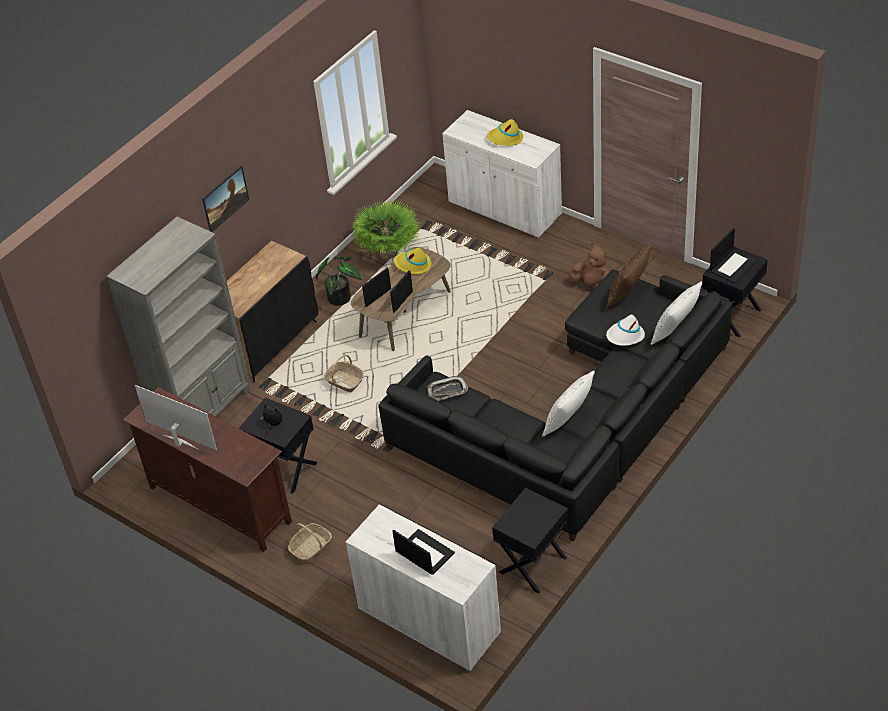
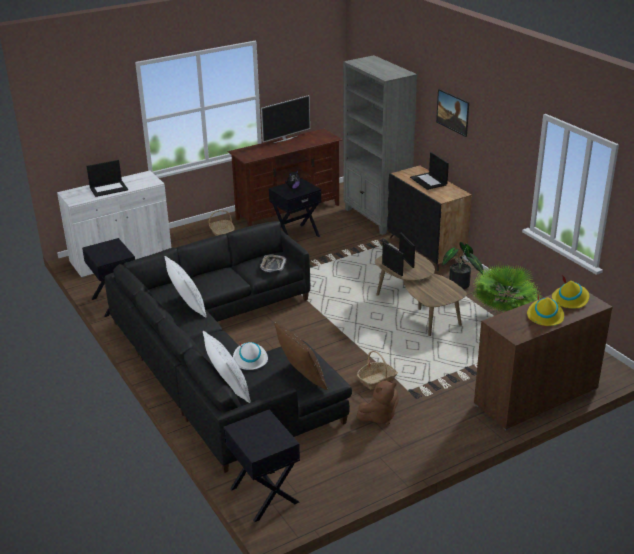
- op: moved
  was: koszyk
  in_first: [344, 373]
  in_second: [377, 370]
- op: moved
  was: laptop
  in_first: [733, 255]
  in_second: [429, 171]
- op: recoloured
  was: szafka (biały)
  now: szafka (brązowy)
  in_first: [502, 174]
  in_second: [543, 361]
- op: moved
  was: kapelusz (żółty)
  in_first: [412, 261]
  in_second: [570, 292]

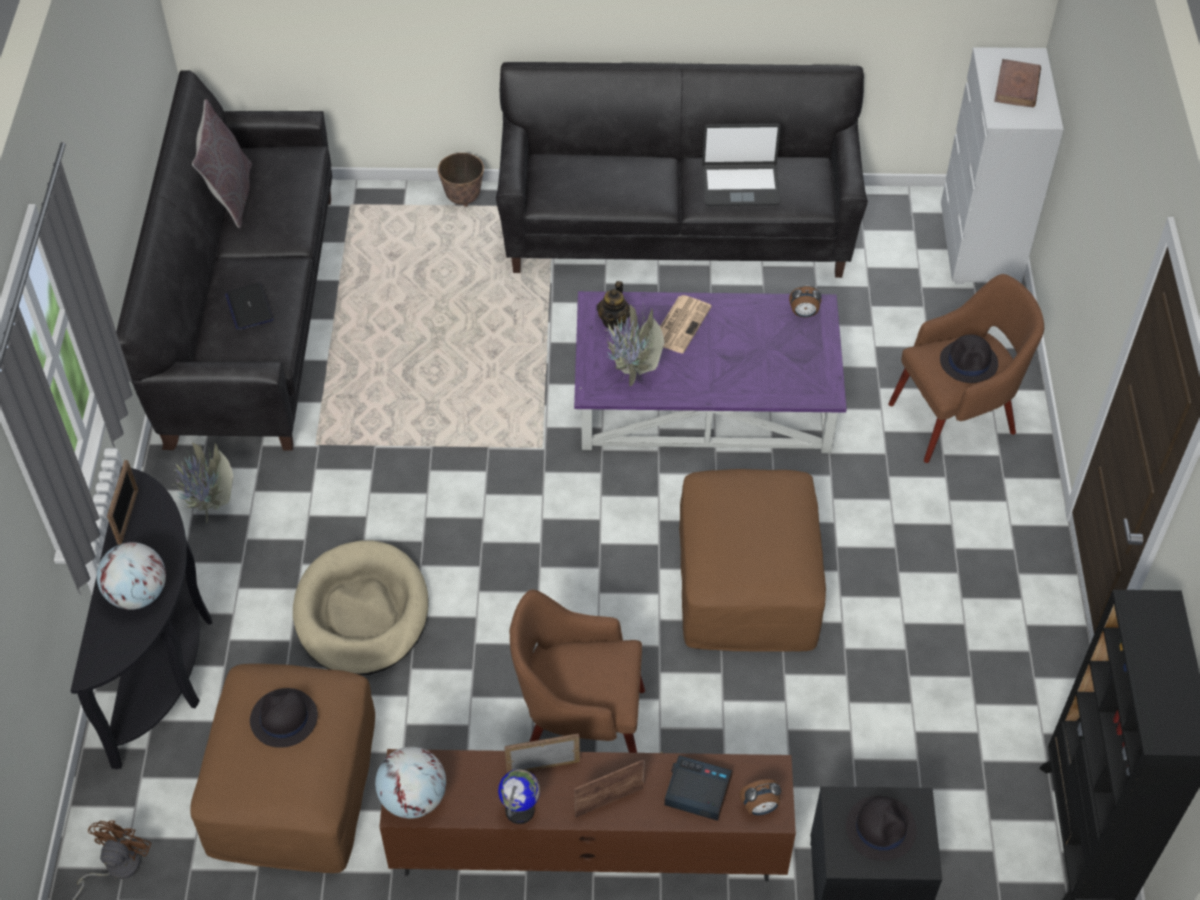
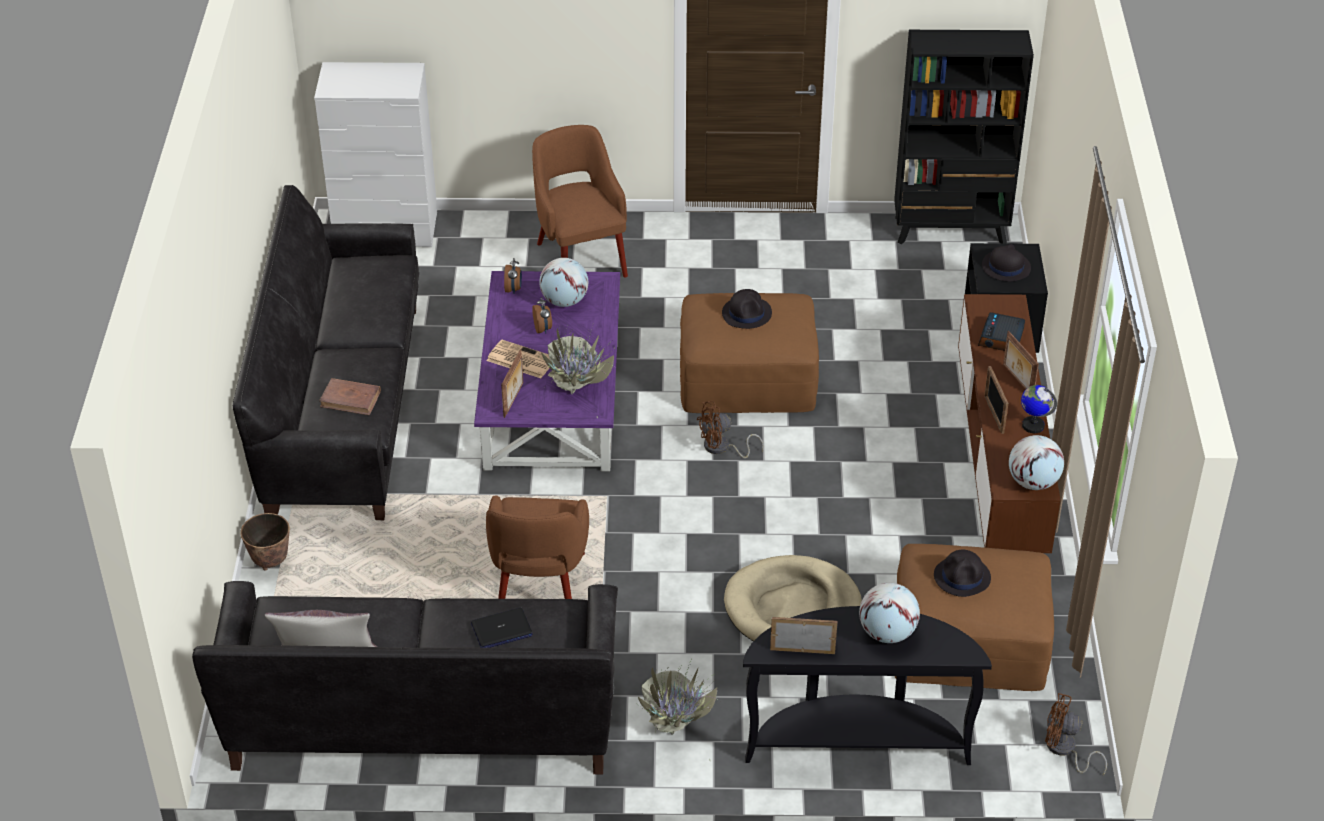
- op: moved
  was: książka (brązowy)
  in_first: [1017, 83]
  in_second: [350, 397]
- op: moved
  was: fotel (brązowy)
  in_first: [577, 671]
  in_second: [537, 547]
- op: replaced
  was: imbryk
  now: ramka na zdjęcie
  in_first: [613, 305]
  in_second: [512, 383]
- op: moved
  was: budzik
  in_first: [760, 797]
  in_second: [542, 316]
- op: added
  now: globus
  in_second: [563, 282]
- op: added
  now: wentylator (brązowy)
  in_second: [730, 429]
- op: moved
  was: kapelusz (czarny)
  in_first: [969, 358]
  in_second: [747, 309]
- op: removed
  was: laptop
  in_first: [741, 165]

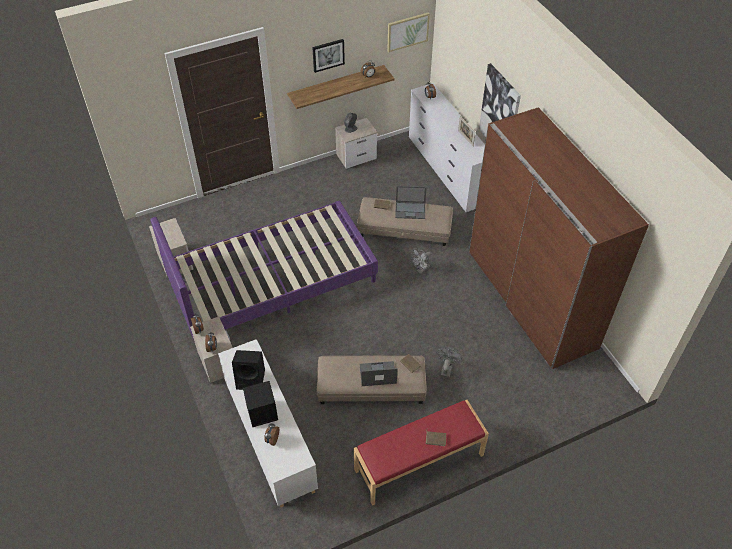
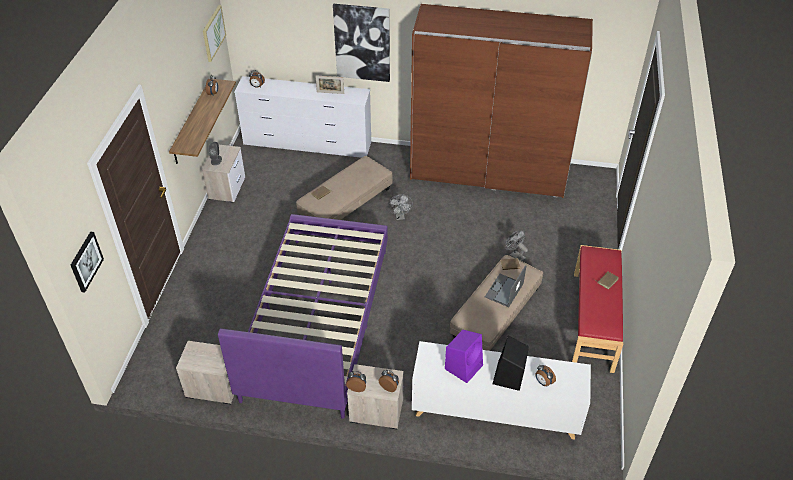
- op: moved
  was: obraz
  in_first: [328, 56]
  in_second: [87, 262]
- op: recoloured
  was: głośnik (czarny)
  now: głośnik (fioletowy)
  in_first: [248, 370]
  in_second: [464, 356]
- op: removed
  was: laptop
  in_first: [411, 202]

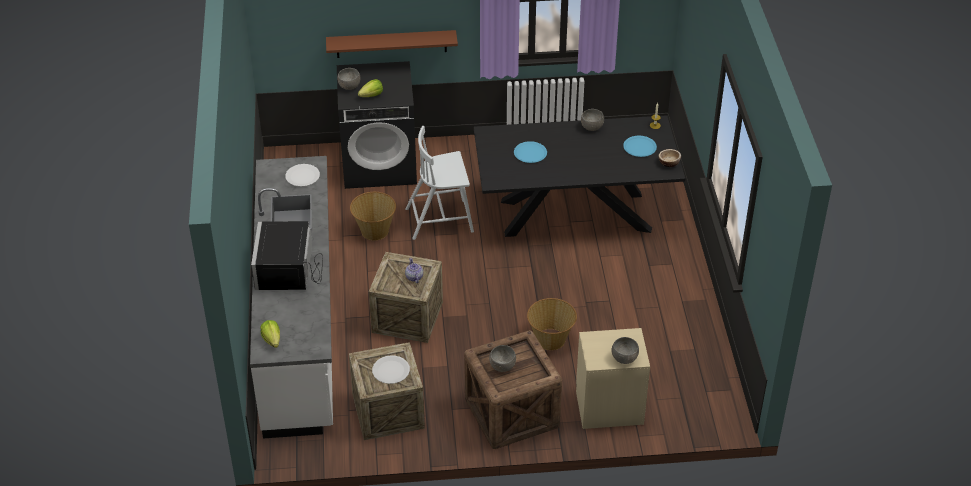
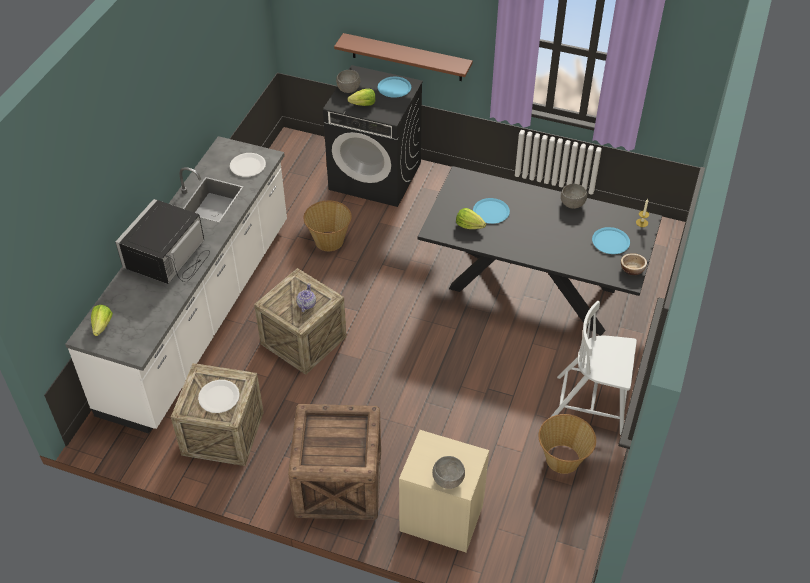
- op: added
  now: talerz (niebieski)
  in_second: [394, 87]
- op: added
  now: sałata
  in_second: [471, 218]
- op: moved
  was: koszyk
  in_first: [552, 324]
  in_second: [567, 444]
- op: moved
  was: krzesło (biały)
  in_first: [439, 183]
  in_second: [594, 368]
- op: removed
  was: miska (szary)
  in_first: [502, 358]

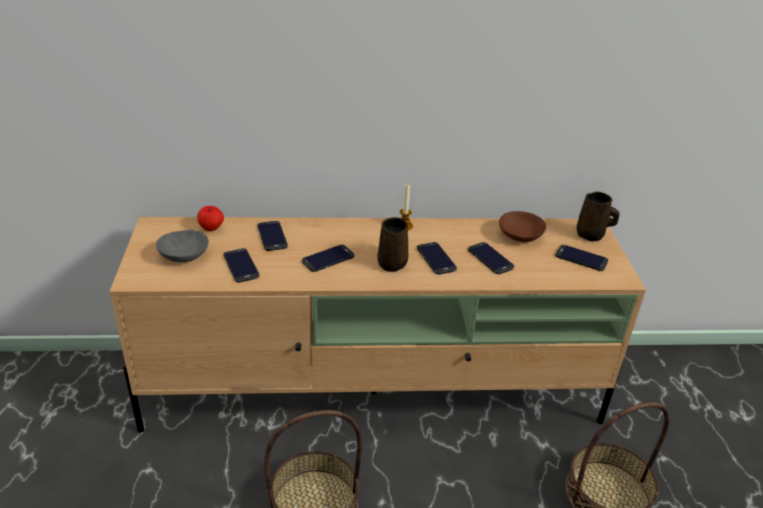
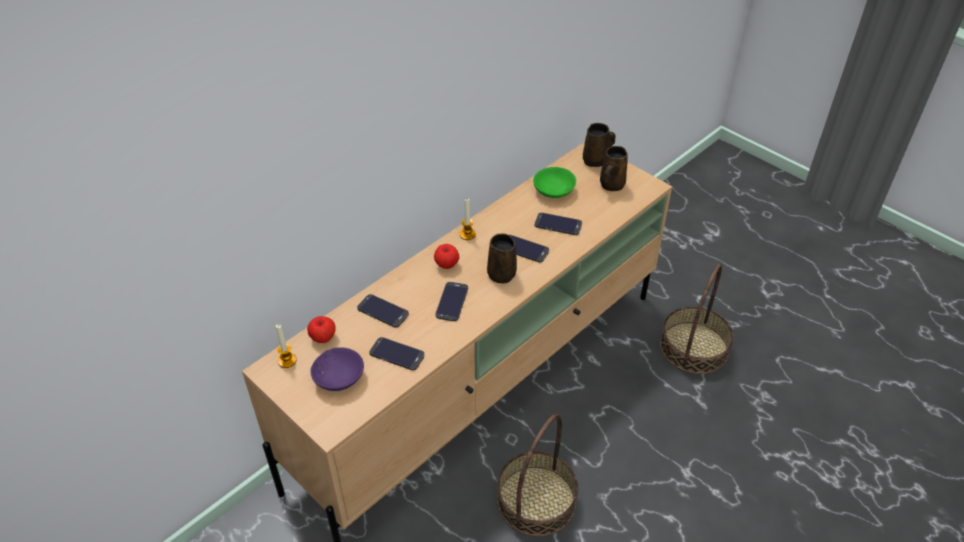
- op: added
  now: świeca
  in_second: [286, 346]
- op: recoloured
  was: miska (szary)
  now: miska (fioletowy)
  in_first: [182, 246]
  in_second: [337, 369]
- op: added
  now: jabłko
  in_second: [446, 256]
- op: recoloured
  was: miska (brązowy)
  now: miska (zielony)
  in_first: [523, 226]
  in_second: [554, 182]
- op: replaced
  was: telefon
  now: kubek (brązowy)
  in_first: [581, 258]
  in_second: [614, 168]

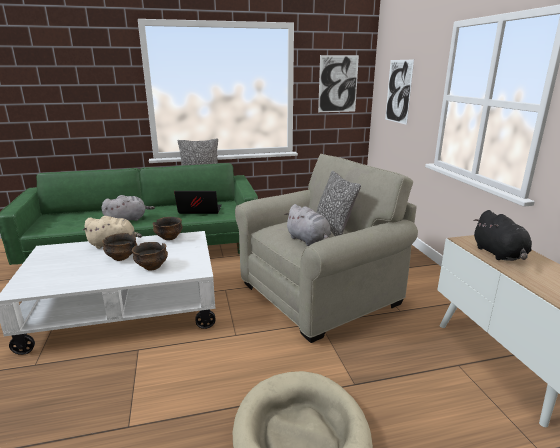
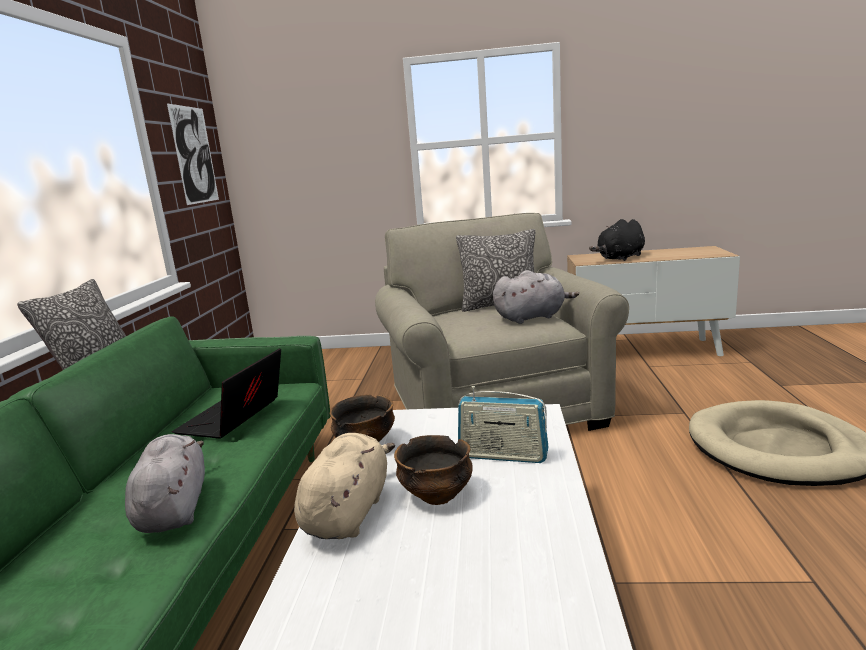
- op: replaced
  was: miska
  now: radio
  in_first: [150, 256]
  in_second: [503, 424]
- op: turned
  was: pluszak (czarny)
  in_first: [502, 235]
  in_second: [617, 240]
  clockwise: 135
- op: removed
  was: obraz
  in_first: [399, 92]

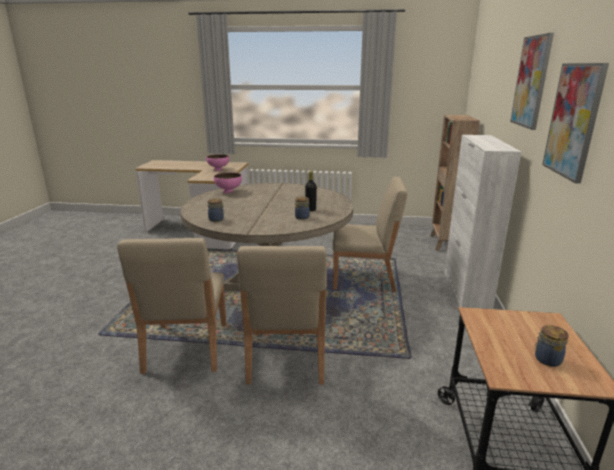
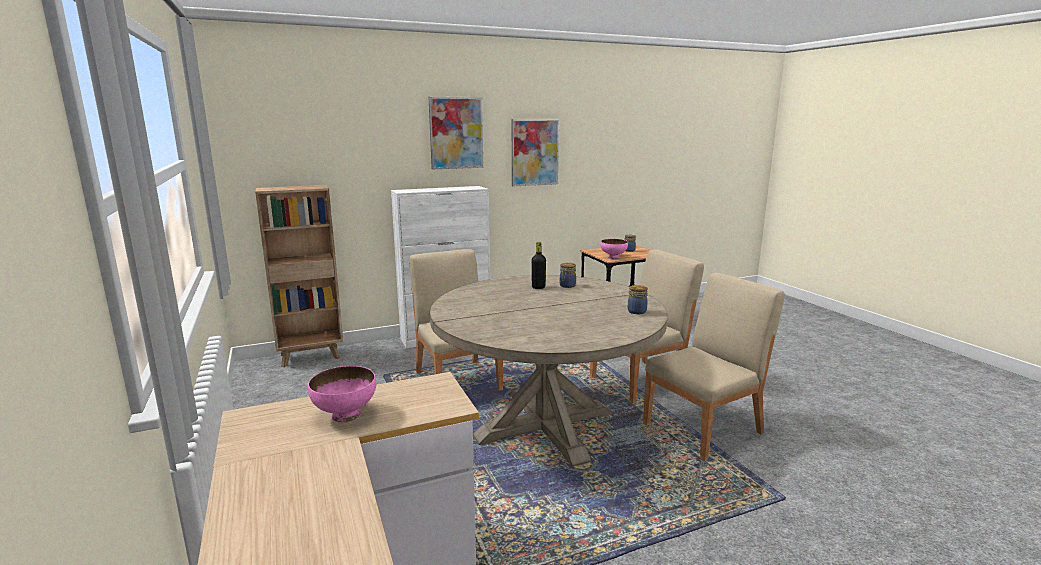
- op: moved
  was: miska (różowy)
  in_first: [228, 183]
  in_second: [614, 249]

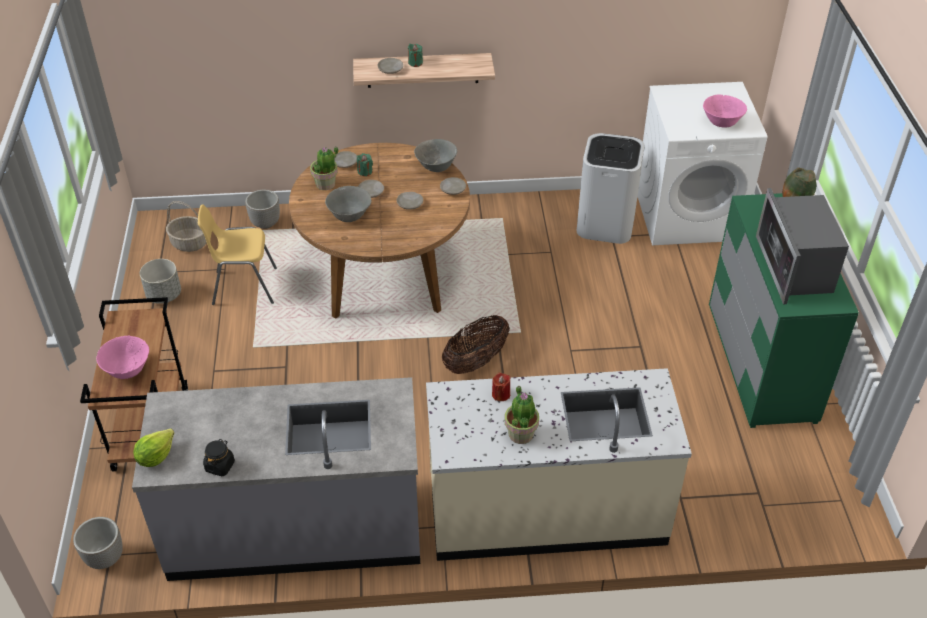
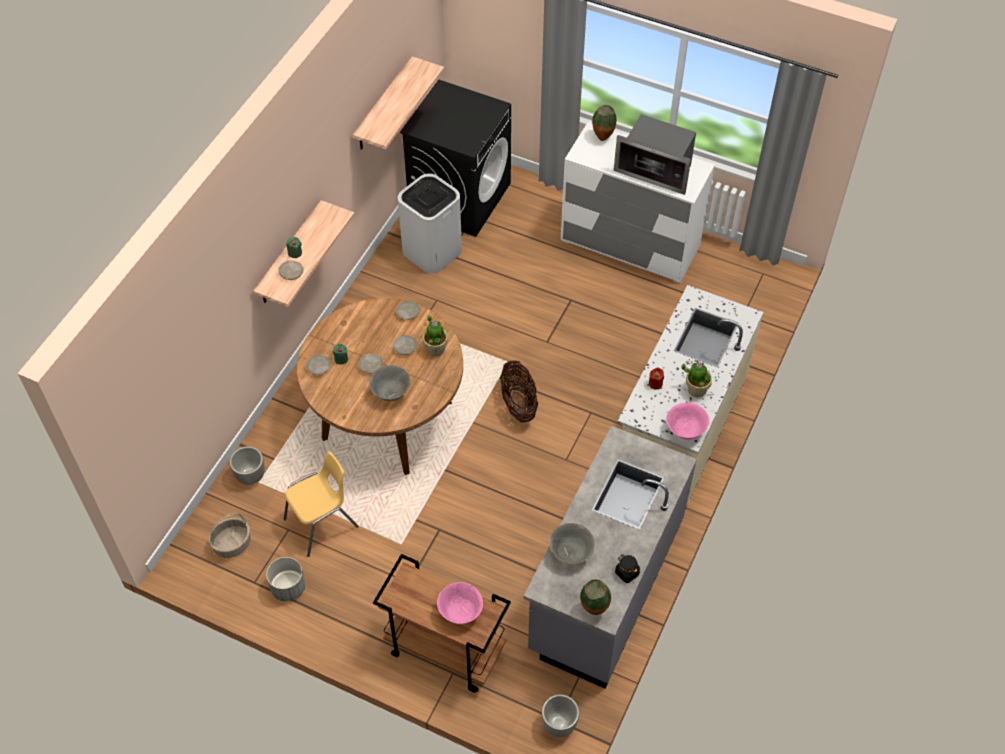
- op: turned
  was: krzesło (żółty)
  in_first: [237, 254]
  in_second: [321, 504]
  clockwise: -150
- op: added
  now: półka
  in_second: [398, 103]
- op: recoloured
  was: pralka (biały)
  now: pralka (czarny)
  in_first: [703, 163]
  in_second: [455, 158]
- op: moved
  was: roślina doniczkowa
  in_first: [324, 168]
  in_second: [435, 335]
- op: moved
  was: miska (szary)
  in_first: [435, 155]
  in_second: [572, 543]
- op: recoloured
  was: komoda (zielony)
  now: komoda (biały)
  in_first: [784, 310]
  in_second: [638, 202]
- op: replaced
  was: sałata
  now: wazon
  in_first: [153, 447]
  in_second: [595, 597]
- op: moved
  was: miska (różowy)
  in_first: [725, 111]
  in_second: [687, 421]

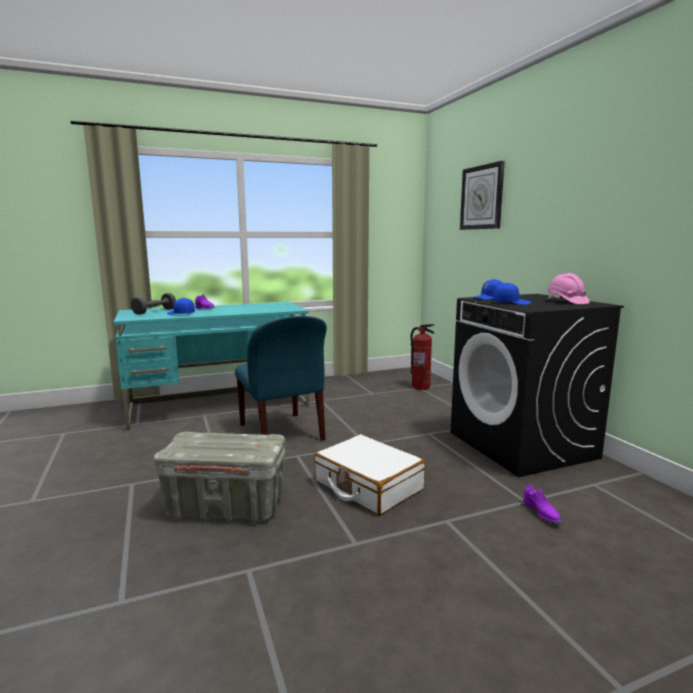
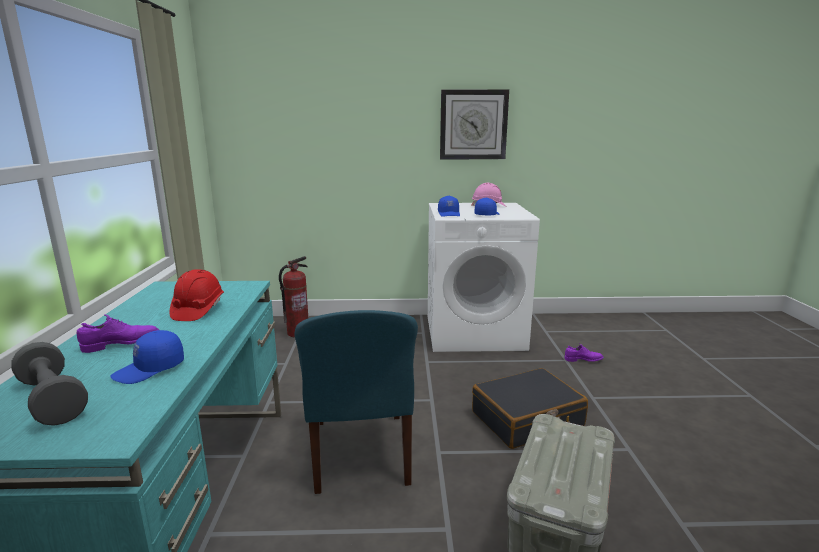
- op: added
  now: kask (czerwony)
  in_second: [197, 295]
- op: turned
  was: krzesło (niebieski)
  in_first: [281, 378]
  in_second: [356, 402]
  clockwise: 90
- op: recoloured
  was: pralka (czarny)
  now: pralka (biały)
  in_first: [537, 385]
  in_second: [484, 277]
- op: moved
  was: zegar ścienny
  in_first: [482, 195]
  in_second: [474, 124]
- op: recoloured
  was: walizka (biały)
  now: walizka (czarny)
  in_first: [369, 474]
  in_second: [530, 408]

